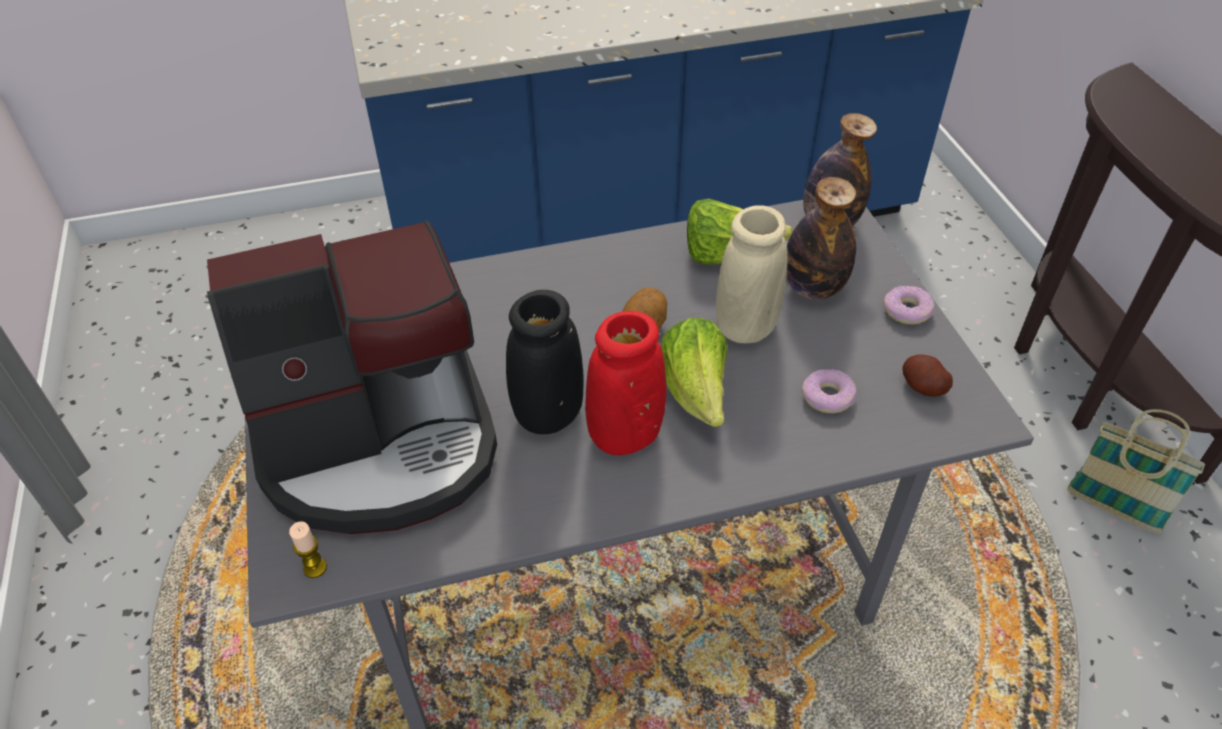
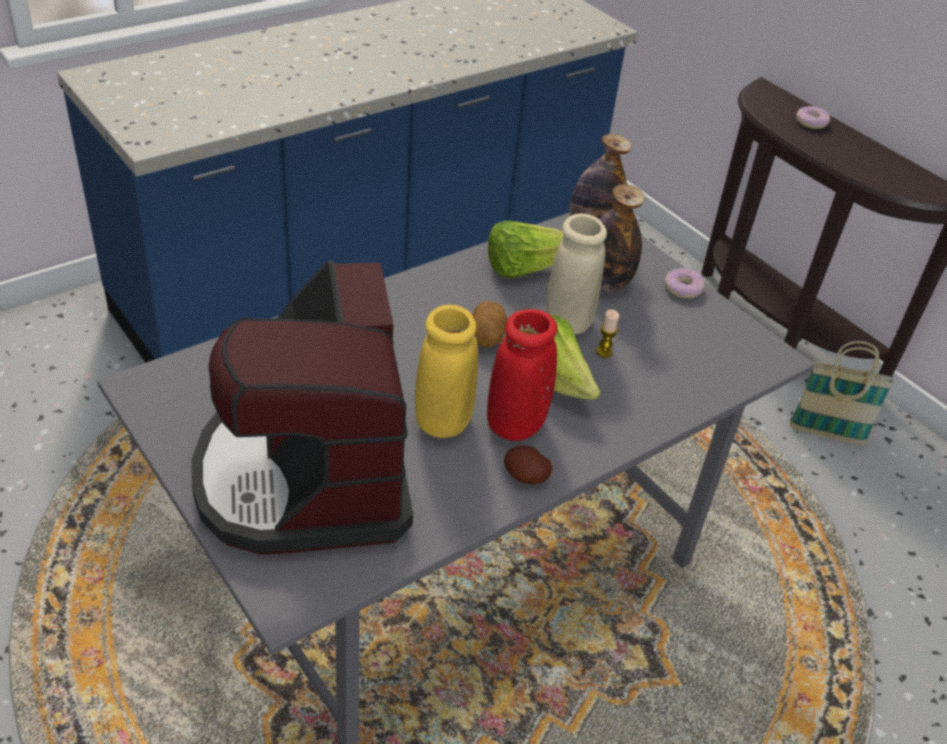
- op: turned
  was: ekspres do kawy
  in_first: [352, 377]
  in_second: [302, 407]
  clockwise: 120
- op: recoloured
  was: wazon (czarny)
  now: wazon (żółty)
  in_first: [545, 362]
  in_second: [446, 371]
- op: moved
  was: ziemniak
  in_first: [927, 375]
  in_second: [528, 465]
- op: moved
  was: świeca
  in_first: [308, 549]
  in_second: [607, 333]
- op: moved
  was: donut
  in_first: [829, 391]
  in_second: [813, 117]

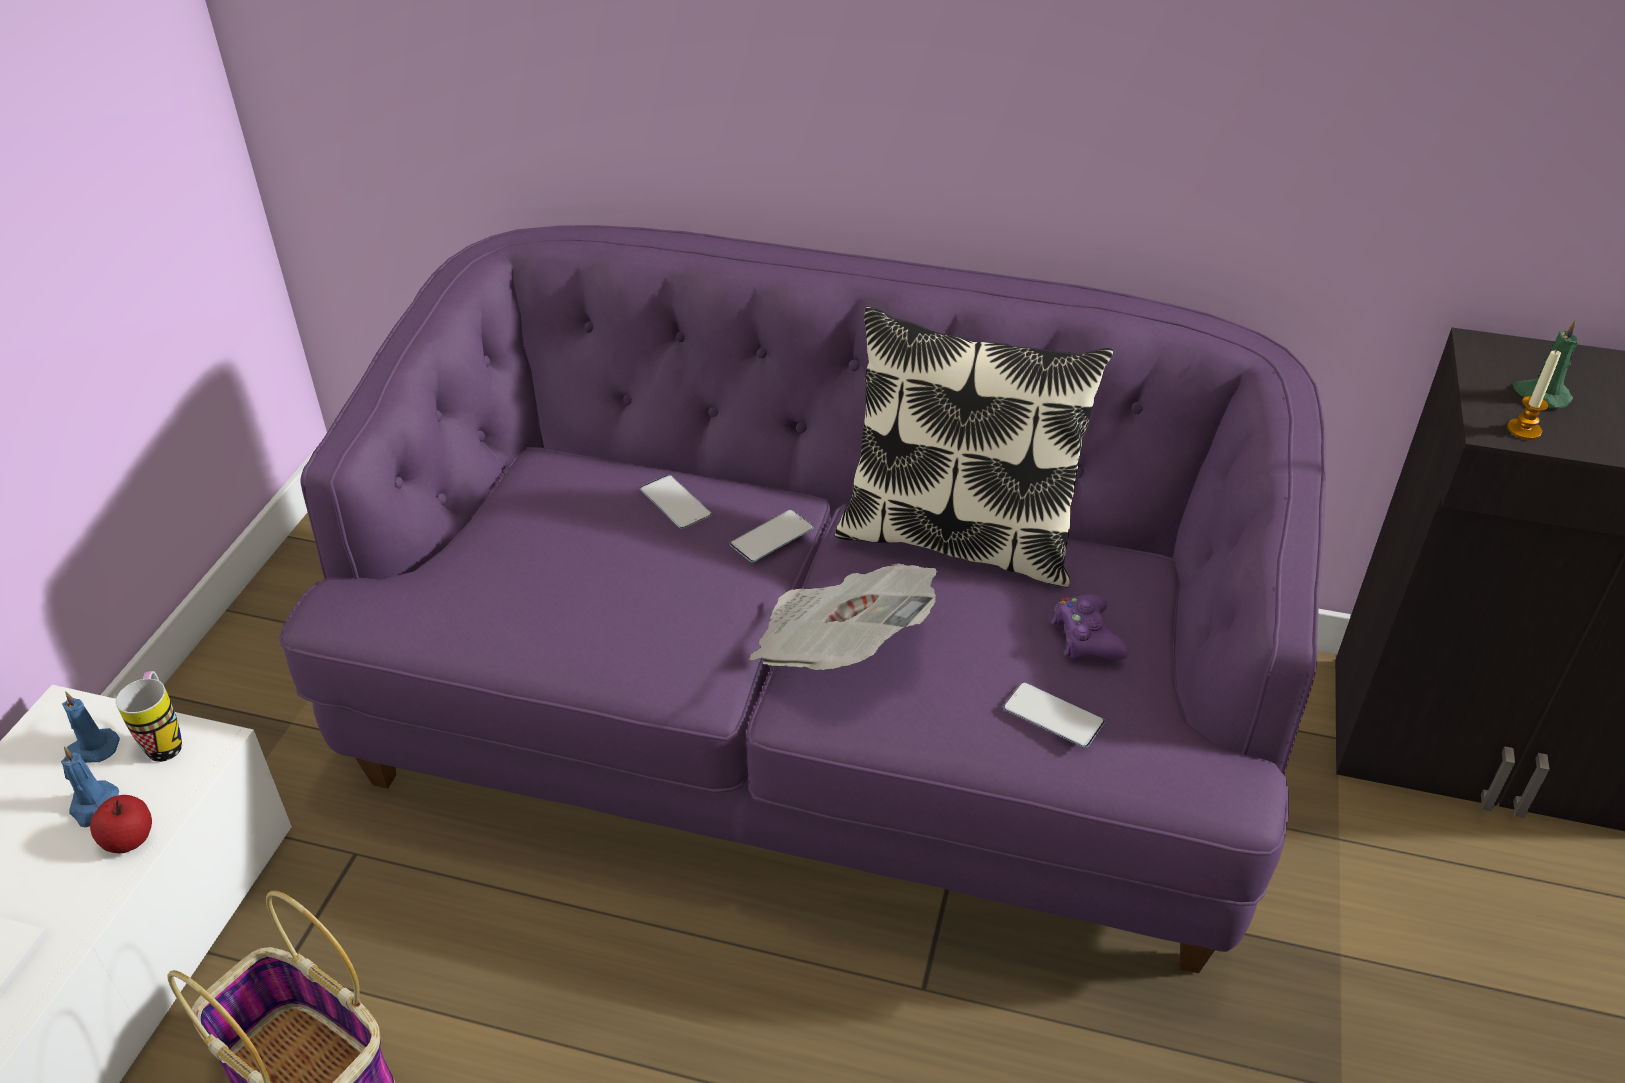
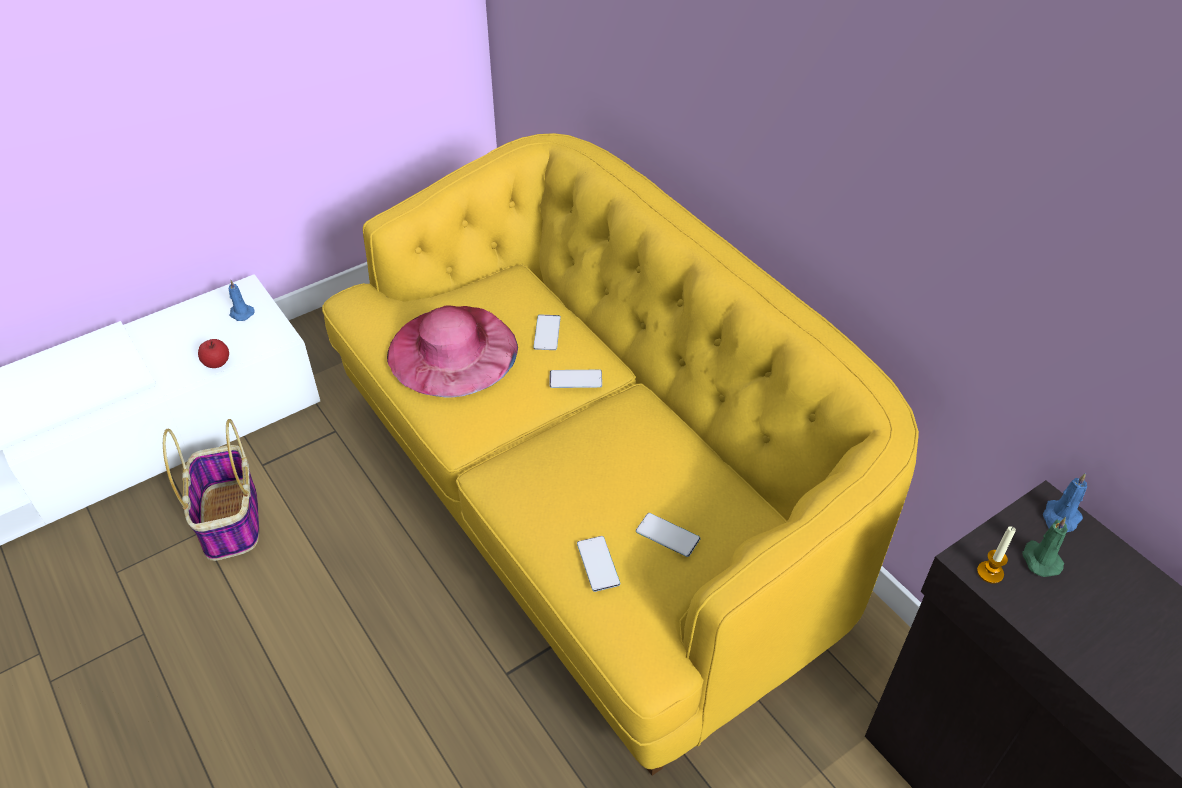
- op: recoloured
  was: kanapa (fioletowy)
  now: kanapa (żółty)
  in_first: [802, 599]
  in_second: [620, 454]
- op: added
  now: kapelusz (różowy)
  in_second: [452, 351]
- op: replaced
  was: pad do gier (fioletowy)
  now: telefon
  in_first: [1089, 627]
  in_second: [668, 535]
- op: moved
  was: świeca (niebieski)
  in_first: [90, 786]
  in_second: [1065, 503]
- op: removed
  was: kubek
  in_first: [149, 716]
- op: removed
  was: gazeta
  in_first: [843, 617]
- op: removed
  was: poduszka
  in_first: [974, 447]

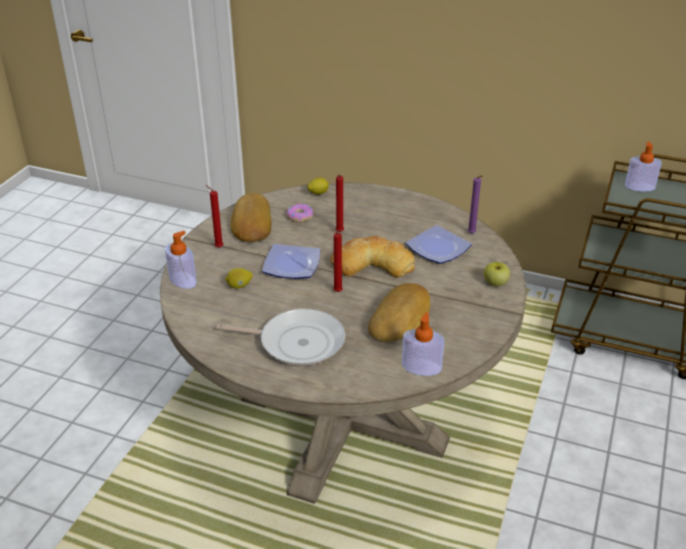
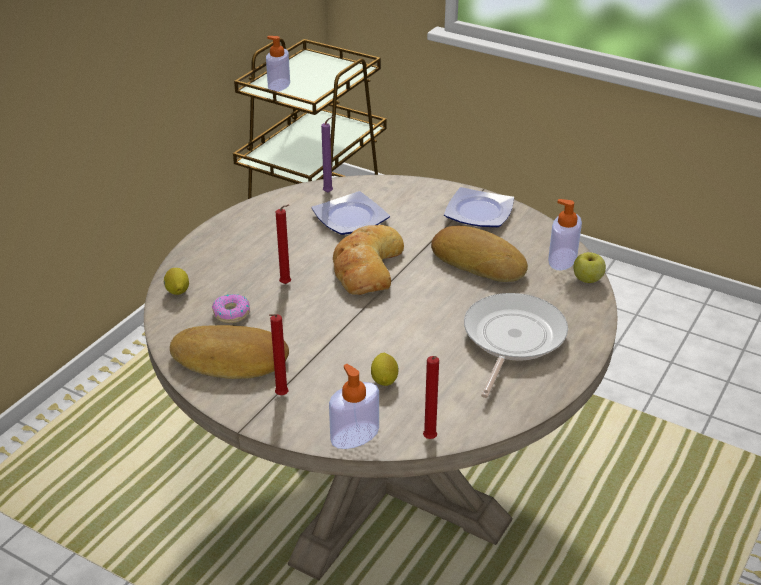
- op: moved
  was: świeca (czerwony)
  in_first: [336, 260]
  in_second: [431, 397]
- op: moved
  was: talerz
  in_first: [291, 261]
  in_second: [479, 207]
- op: moved
  was: jabłko
  in_first: [497, 274]
  in_second: [589, 267]

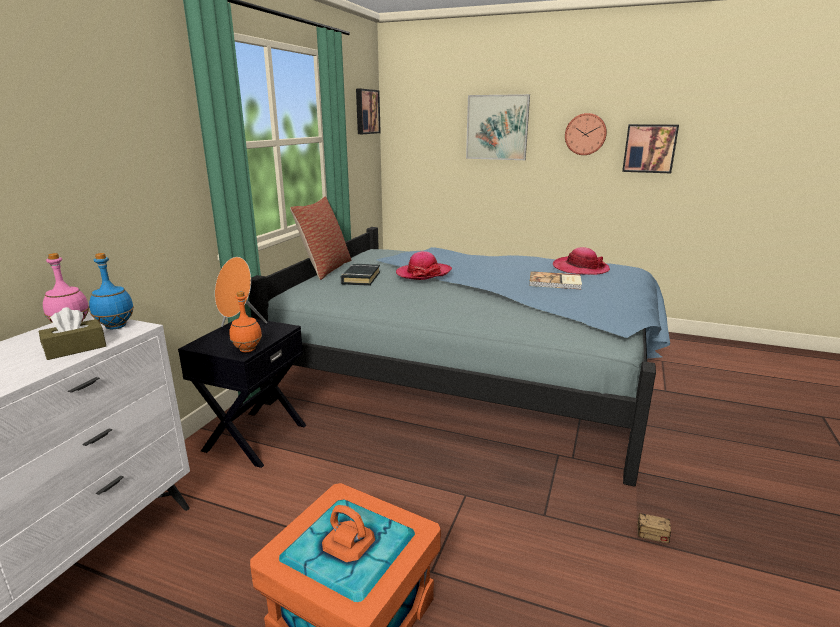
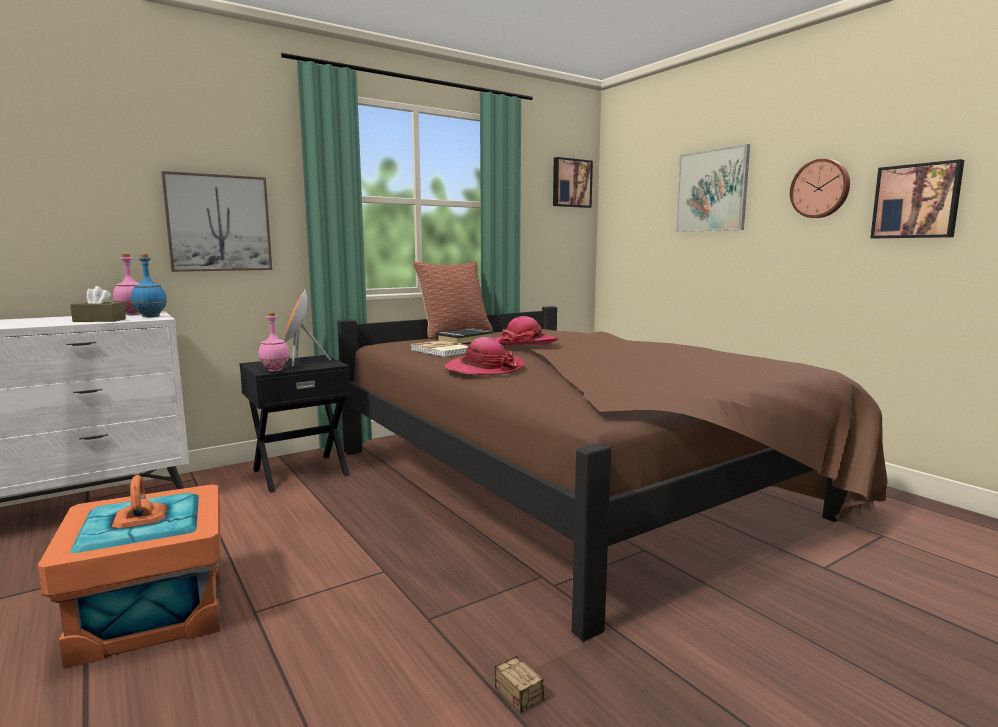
- op: added
  now: obraz
  in_second: [216, 221]
- op: recoloured
  was: butelka (pomarańczowy)
  now: butelka (różowy)
  in_first: [245, 322]
  in_second: [274, 342]
- op: recoloured
  was: łóżko (niebieski)
  now: łóżko (brązowy)
  in_first: [459, 357]
  in_second: [612, 474]
- op: moved
  was: książka
  in_first: [555, 280]
  in_second: [439, 348]
- op: moved
  was: kapelusz
  in_first: [581, 261]
  in_second: [485, 356]

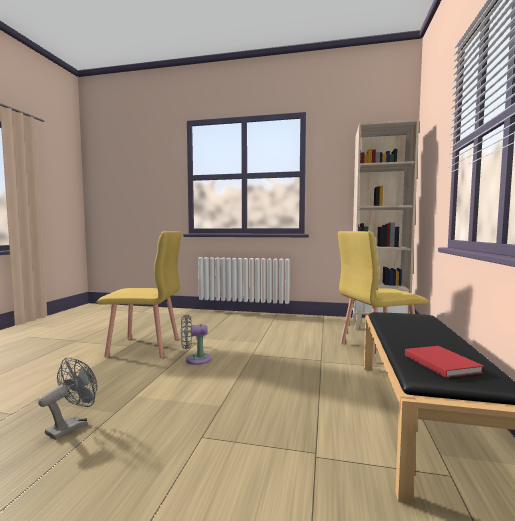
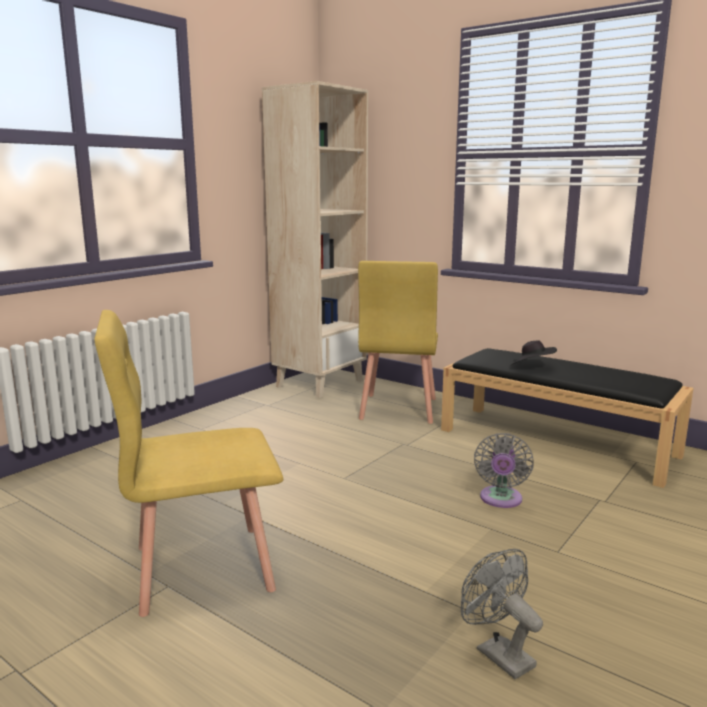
- op: turned
  was: krzesło (żółty)
  in_first: [139, 294]
  in_second: [188, 463]
  clockwise: -135
- op: moved
  was: wentylator (szary)
  in_first: [196, 339]
  in_second: [504, 470]
- op: added
  now: kapelusz (czarny)
  in_second: [534, 352]
- op: removed
  was: książka (czerwony)
  in_first: [444, 362]

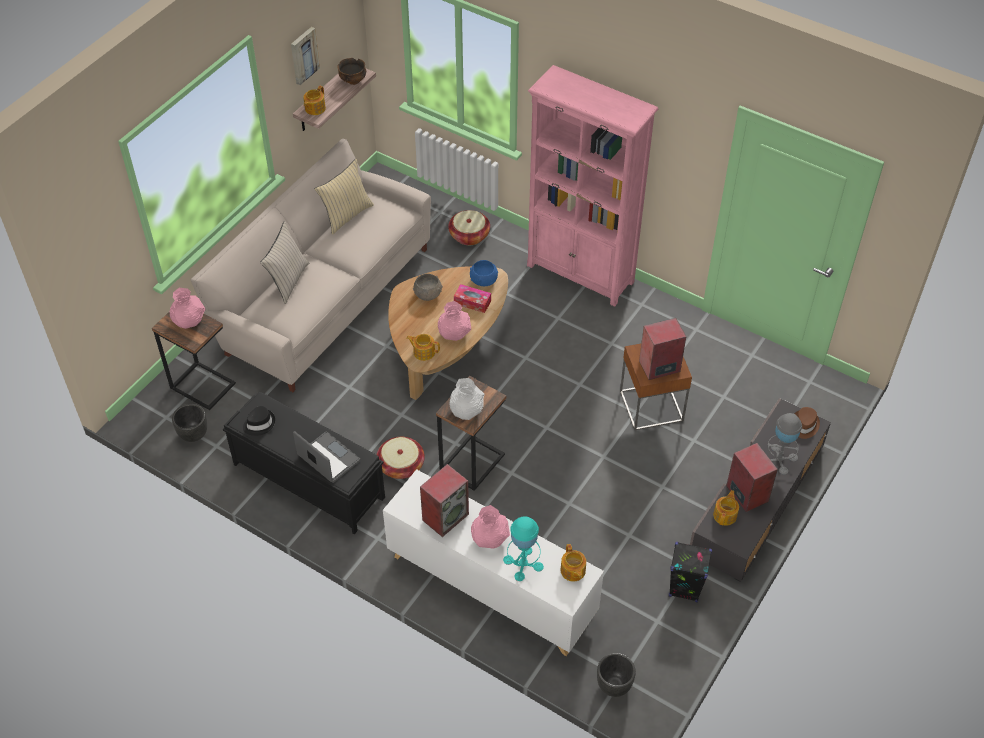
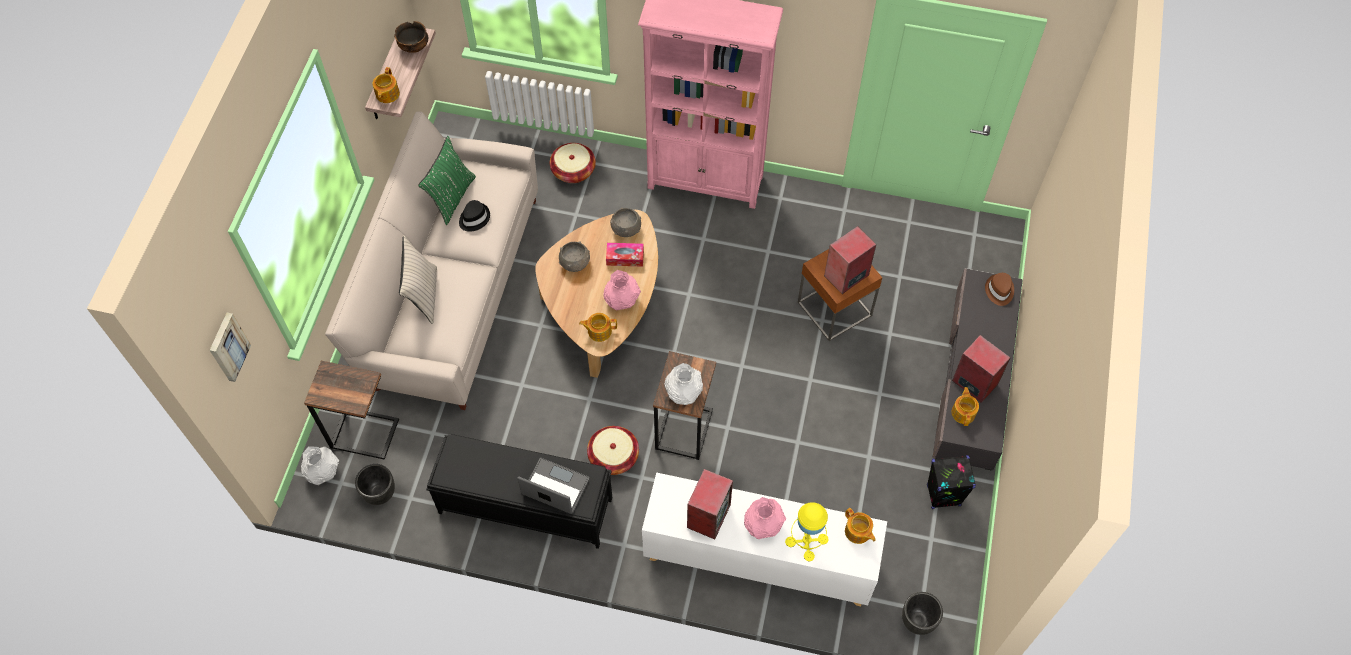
- op: moved
  was: obraz
  in_first: [305, 56]
  in_second: [230, 347]
- op: added
  now: wazon (biały)
  in_second: [320, 465]
- op: recoloured
  was: poduszka (beżowy)
  now: poduszka (zielony)
  in_first: [344, 197]
  in_second: [447, 180]
- op: moved
  was: kapelusz (czarny)
  in_first: [259, 421]
  in_second: [474, 216]
- op: recoloured
  was: miska (niebieski)
  now: miska (szary)
  in_first: [484, 273]
  in_second: [625, 222]
- op: recoloured
  was: lampa stołowa (turkusowy)
  now: lampa stołowa (żółty)
  in_first: [523, 548]
  in_second: [807, 531]
- op: removed
  was: wazon (różowy)
  in_first: [188, 308]
- op: removed
  was: lampa stołowa (szary)
  in_first: [784, 444]

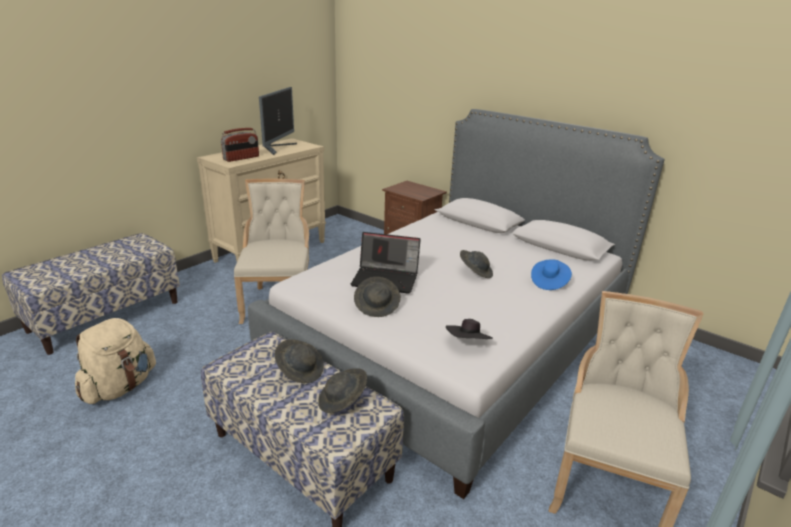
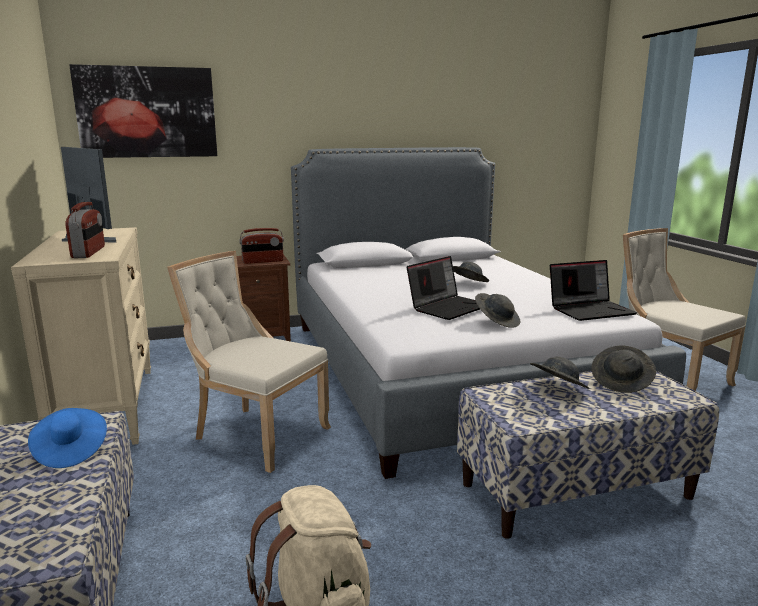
- op: moved
  was: kapelusz (niebieski)
  in_first: [551, 274]
  in_second: [67, 438]
- op: added
  now: obraz
  in_second: [143, 111]
- op: added
  now: radio
  in_second: [261, 246]
- op: replaced
  was: kapelusz (czarny)
  now: laptop
  in_first: [469, 329]
  in_second: [593, 290]

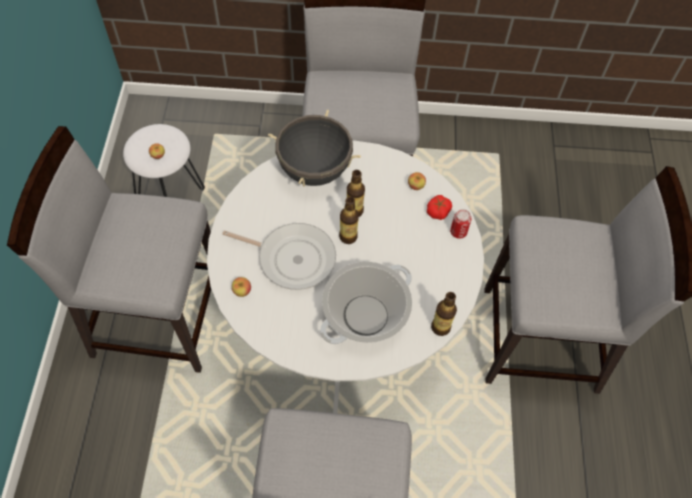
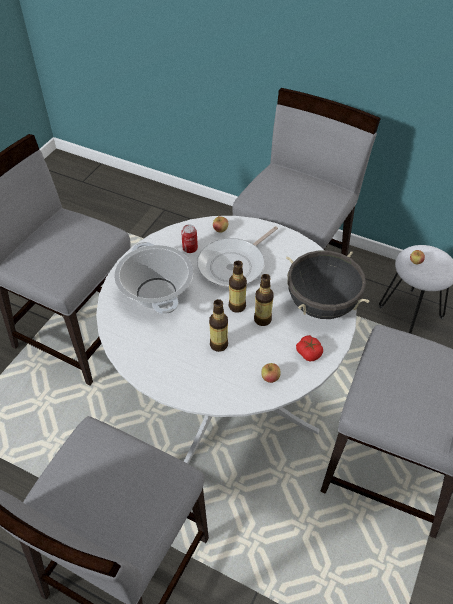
- op: moved
  was: puszka
  in_first: [460, 224]
  in_second: [189, 238]
- op: moved
  was: butelka
  in_first: [444, 314]
  in_second: [218, 325]
- op: moved
  was: pomidor
  in_first: [439, 207]
  in_second: [309, 348]

